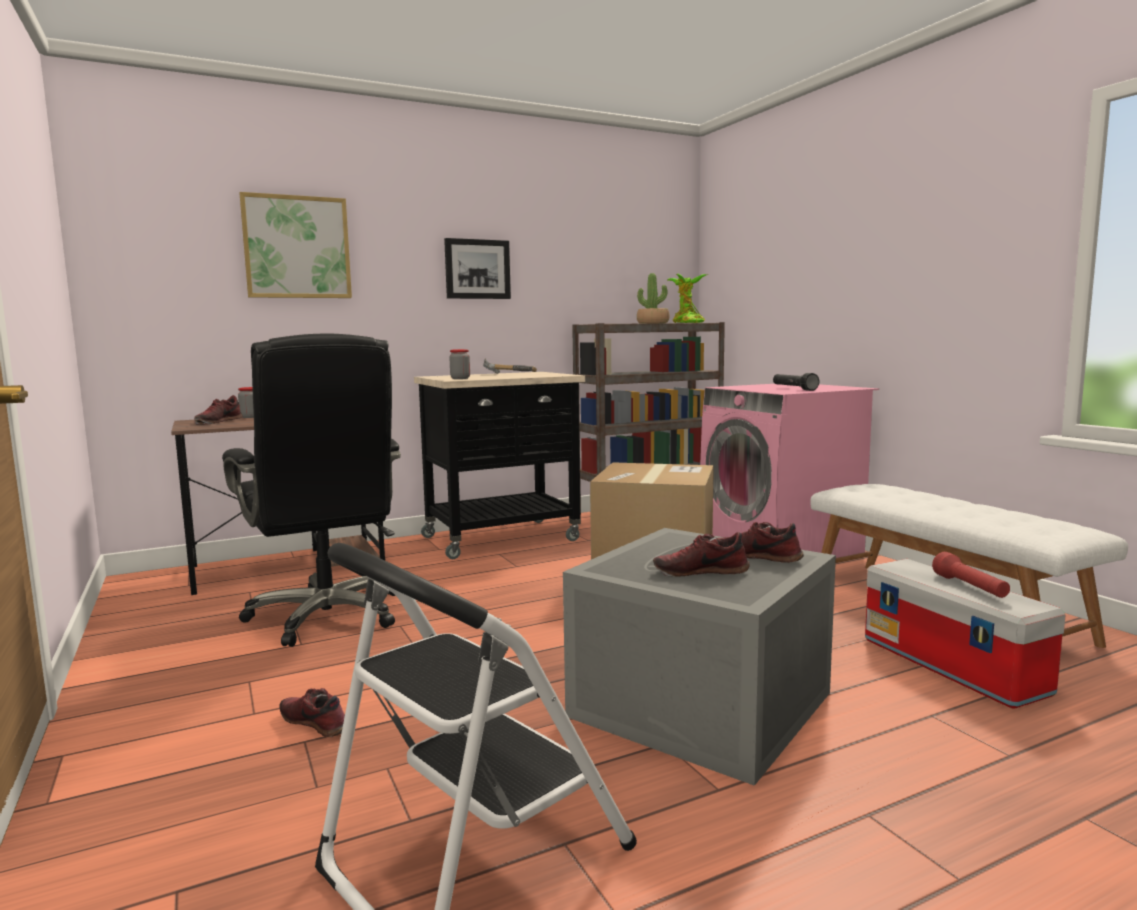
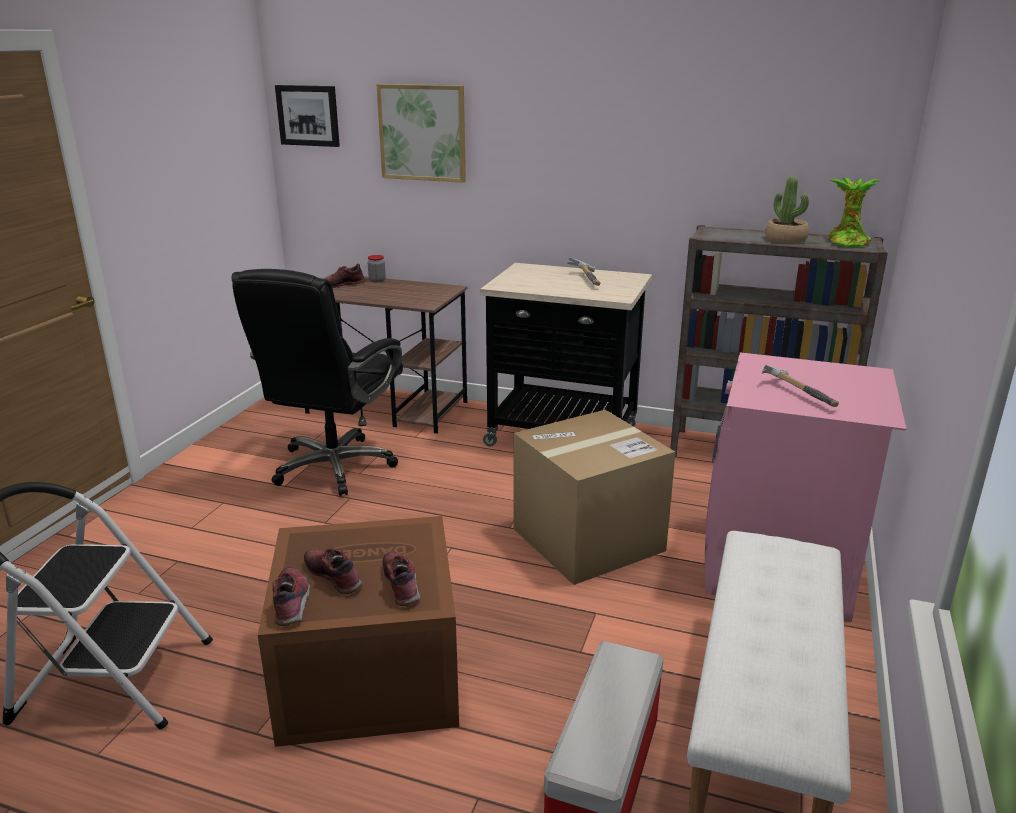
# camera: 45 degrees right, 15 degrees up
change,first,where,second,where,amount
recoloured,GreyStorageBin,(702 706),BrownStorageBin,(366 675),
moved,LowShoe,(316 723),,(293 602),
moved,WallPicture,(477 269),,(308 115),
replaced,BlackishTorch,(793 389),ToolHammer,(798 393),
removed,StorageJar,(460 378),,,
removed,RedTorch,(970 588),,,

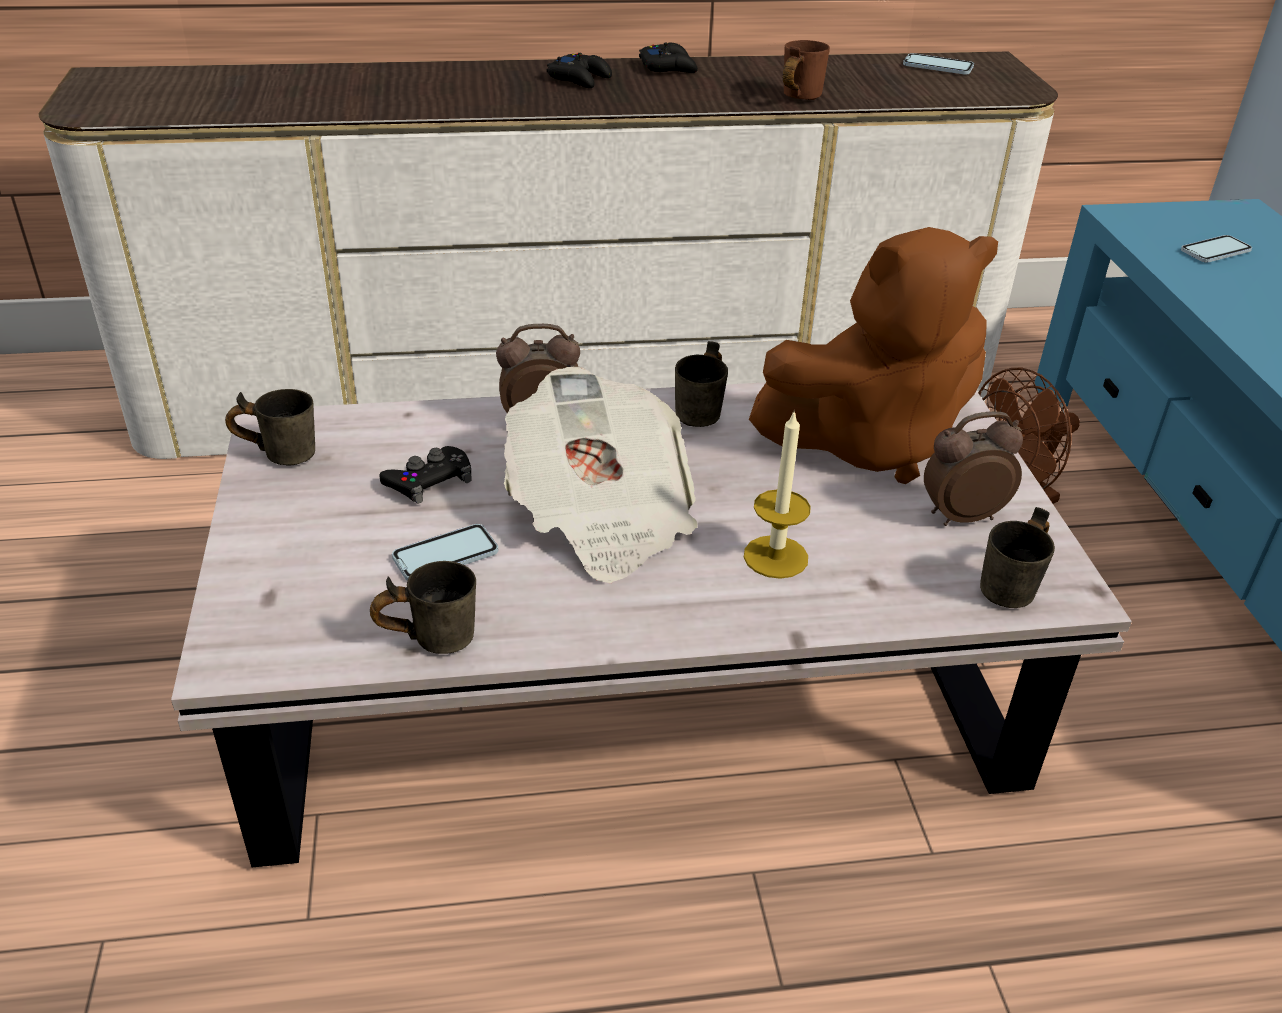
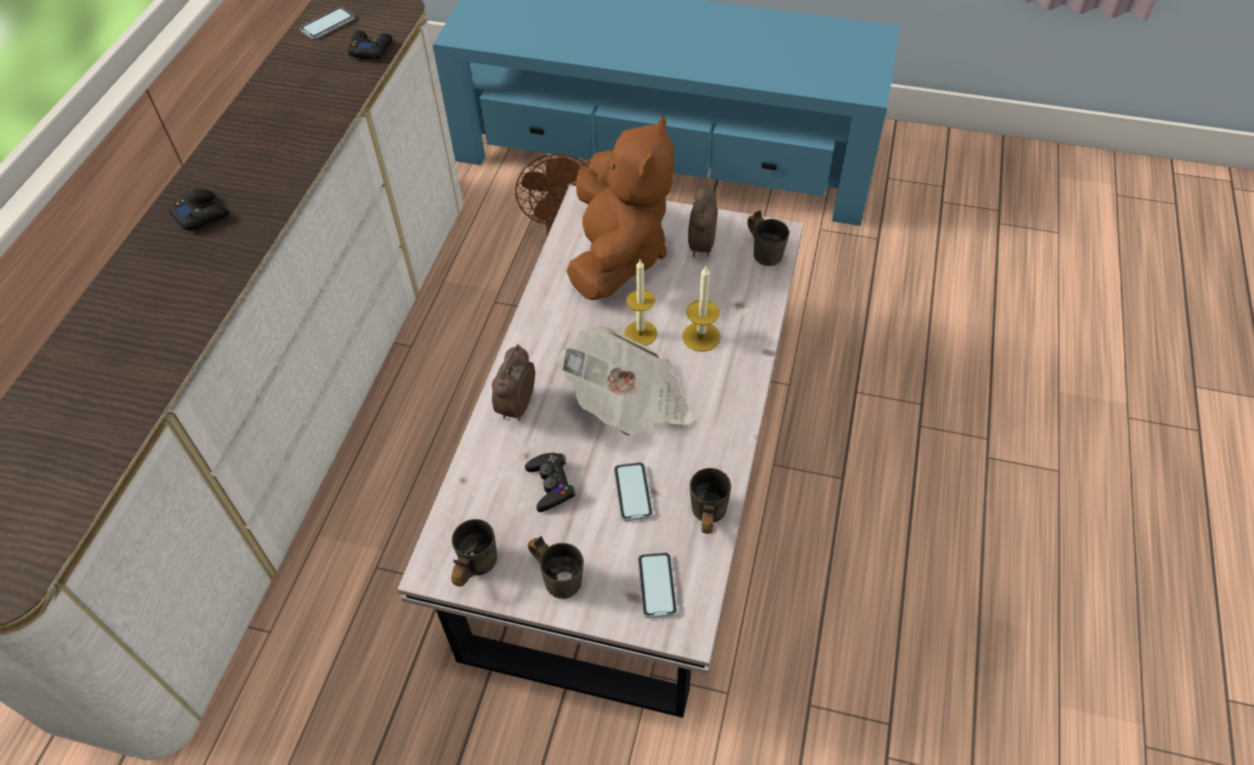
# camera: 65 degrees left, 15 degrees up
change,first,where,second,where,amount
moved,BlackishGamepad,(668 67),,(370 49),
moved,GreyTeaMug,(706 413),,(560 575),
added,,,WaxCandle,(640 333),
moved,Telephone,(1215 251),,(657 586),
removed,BrownTeaMug,(794 98),,,

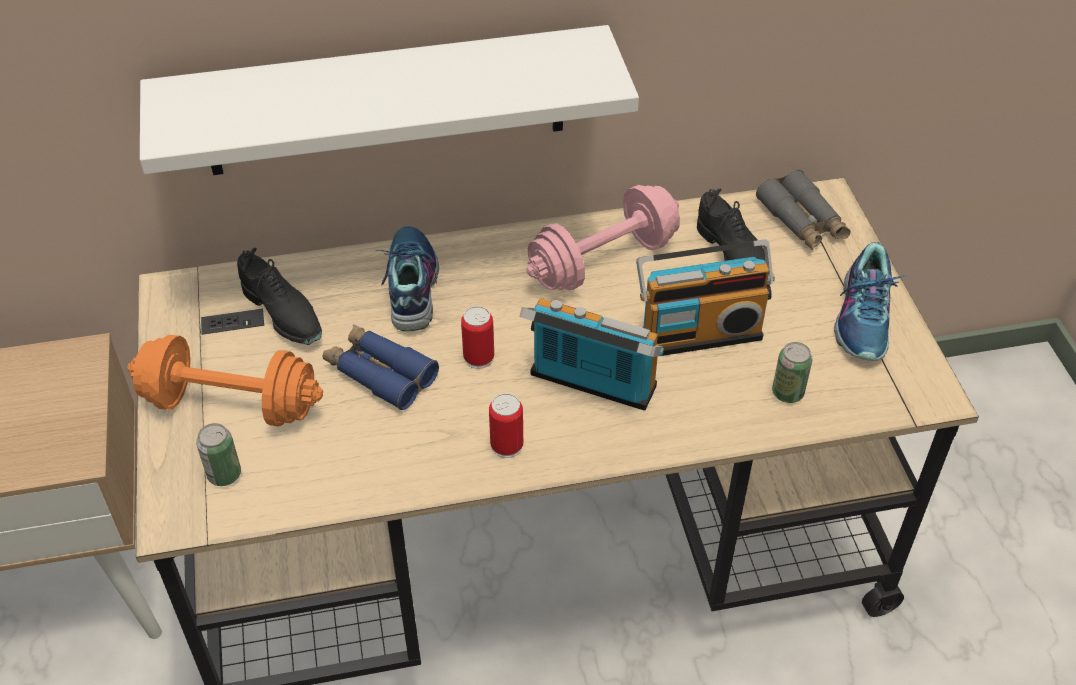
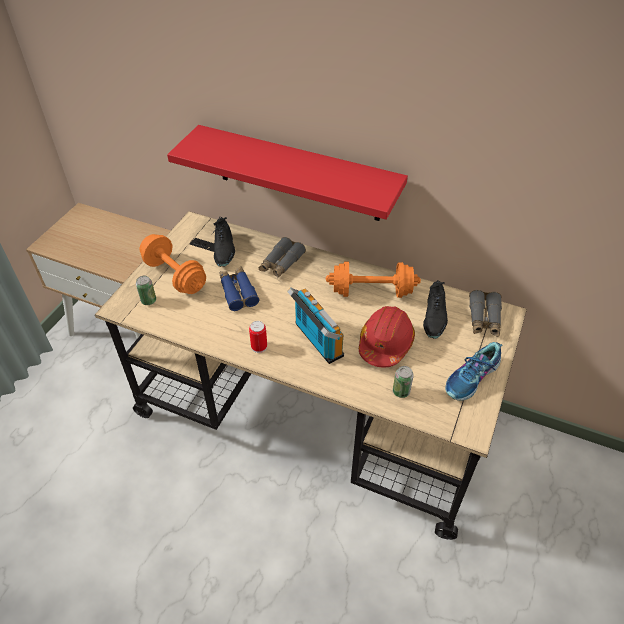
# camera: 35 degrees right, 0 degrees up
change,first,where,second,where,amount
recoloured,WhiteColouredBracketShelf,(385 102),RedBracketShelf,(298 174),
replaced,LowShoe,(410 286),GreyFieldGlasses,(281 263),
recoloured,PinkFreeWeight,(603 261),OrangeyFreeWeight,(371 291),
replaced,RadioSet,(699 332),RedWorkHelmet,(385 343),
removed,SealedCan,(479 357),,,

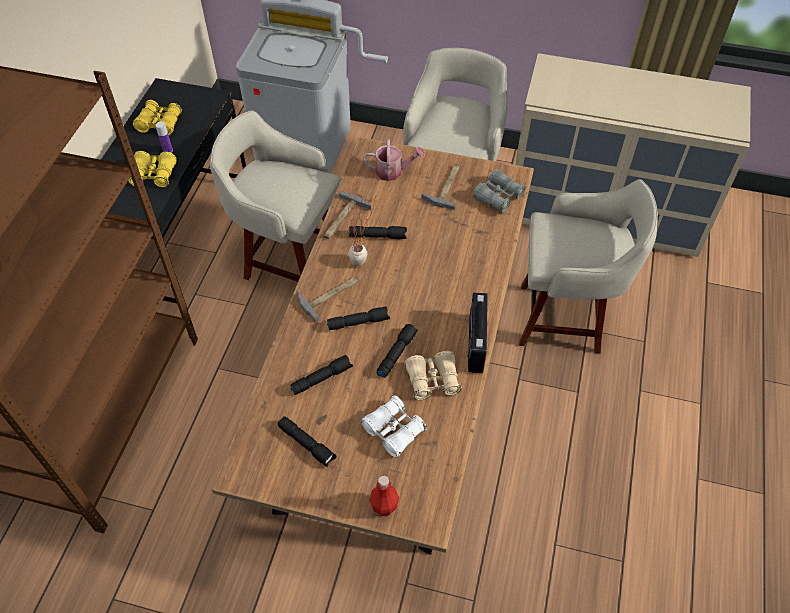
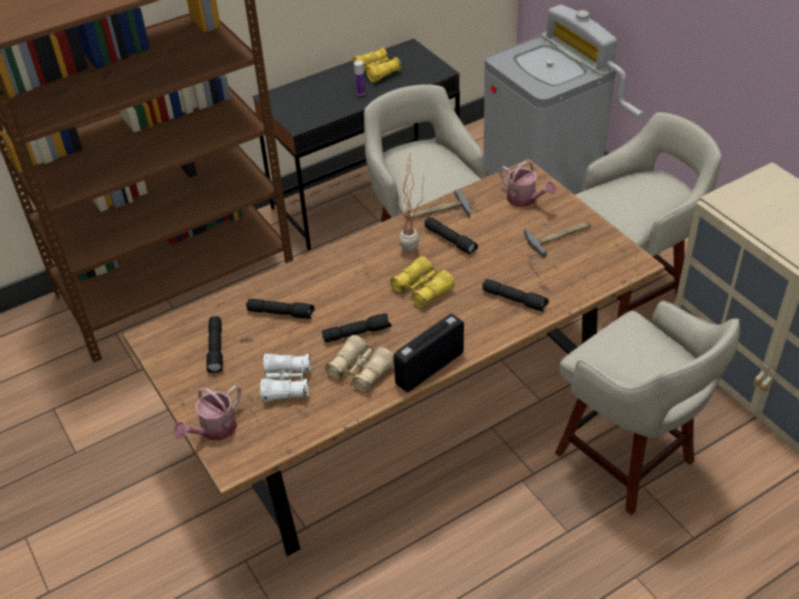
# camera: 45 degrees right, 10 degrees down
change,first,where,second,where,amount
replaced,RedBottle,(384 507),SprinklingCan,(214 430),
moved,YellowColouredFieldGlasses,(154 175),,(422 289),
moved,BlackishTorch,(359 322),,(515 299),
removed,ToolHammer,(330 294),,,
removed,GreyFieldGlasses,(498 197),,,

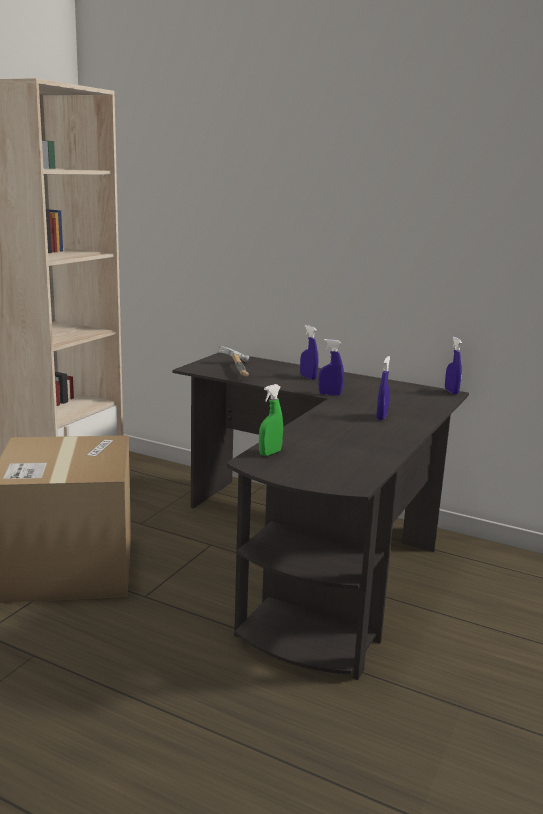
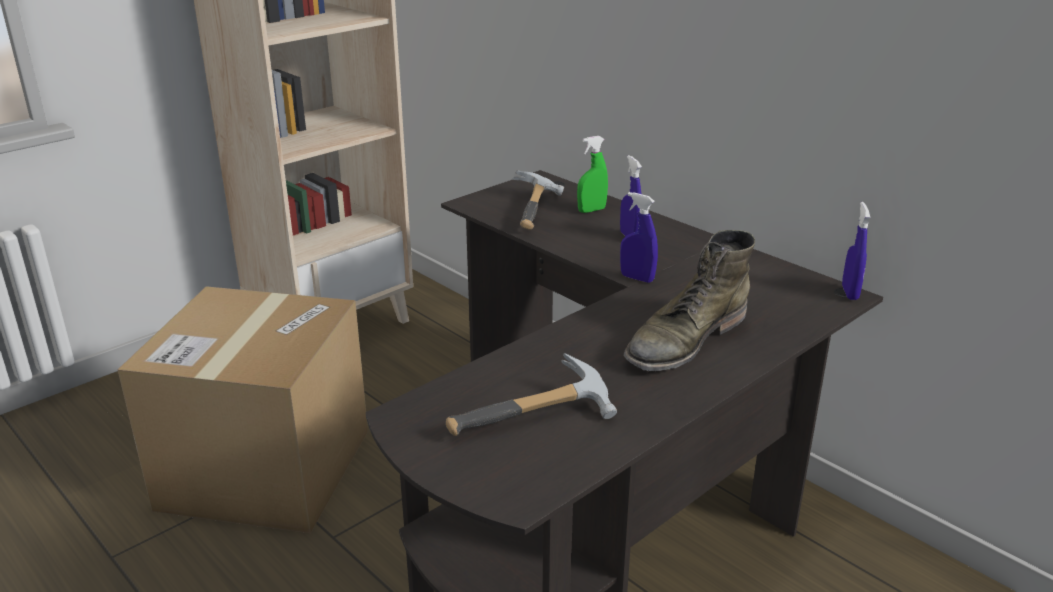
# camera: 20 degrees right, 10 degrees up
change,first,where,second,where,amount
added,,,ToolHammer,(537 421),
moved,GreenColouredSprayBottle,(270 453),,(591 210),
replaced,BlueColouredSprayBottle,(381 417),GreenColouredHighTopBoot,(685 340),

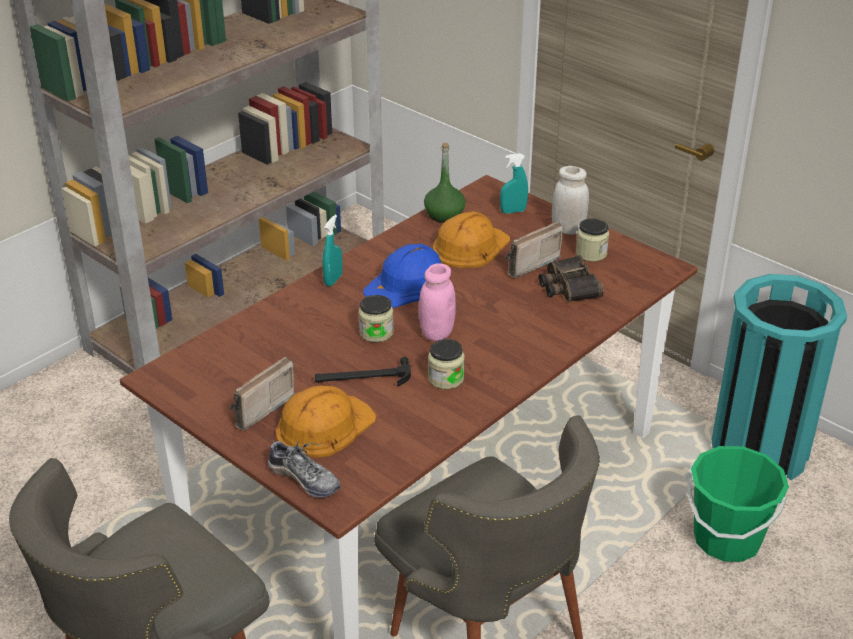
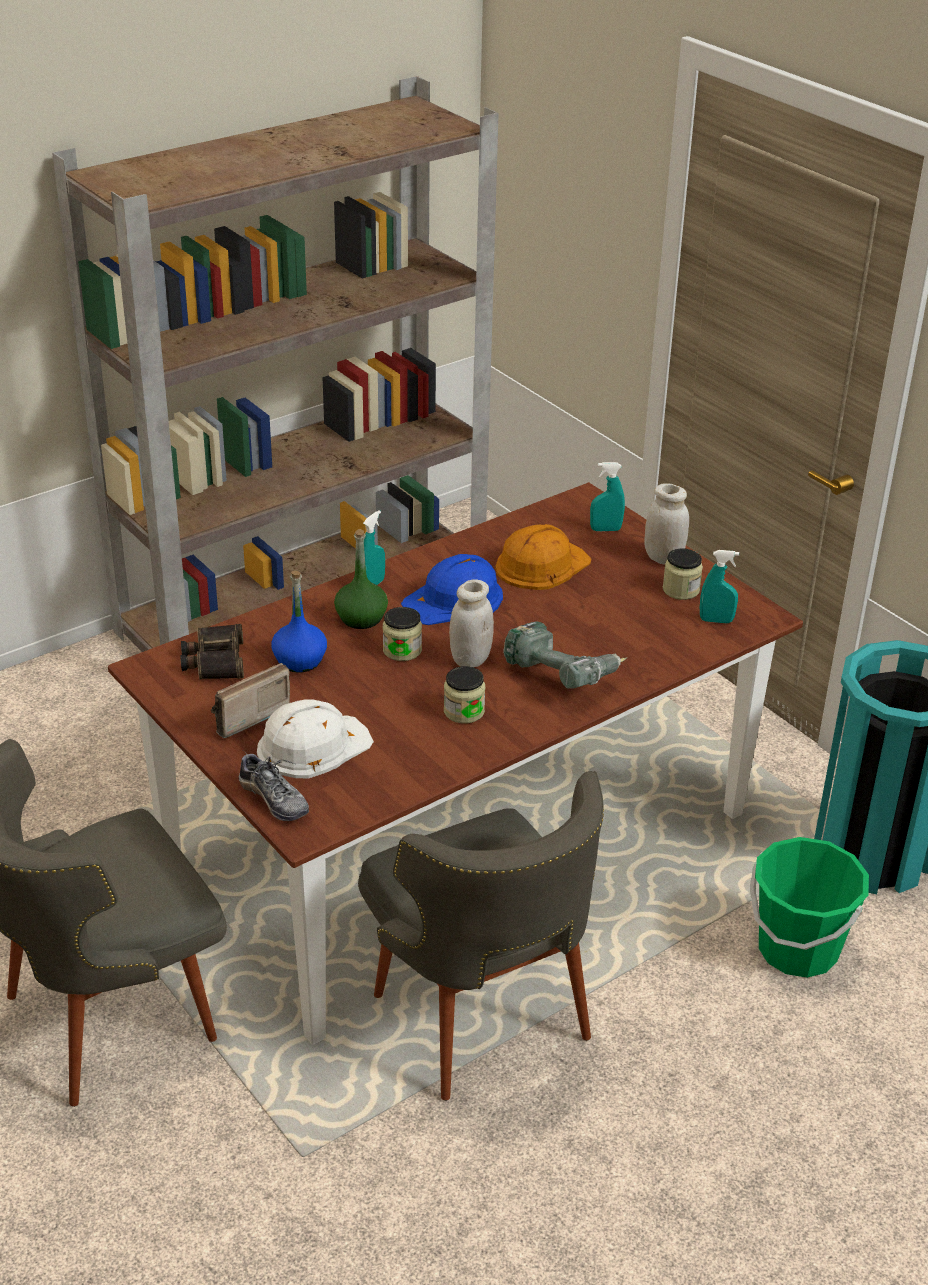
# camera: 10 degrees right, 0 degrees up
change,first,where,second,where,amount
moved,FieldGlasses,(568 286),,(214 660),
recoloured,OrangeyWorkHelmet,(324 426),WhiteColouredWorkHelmet,(312 745),
added,,,BlueColouredBottle,(300 660),
moved,GreenColouredBottle,(444 215),,(361 618),
recoloured,PinkStorageJar,(437 333),WhiteColouredStorageJar,(470 659),
added,,,ElectricDrill,(563 674),
added,,,TurquoiseColouredSprayBottle,(716 620),
removed,ToolHammer,(363 378),,,
removed,RadioSet,(526 264),,,

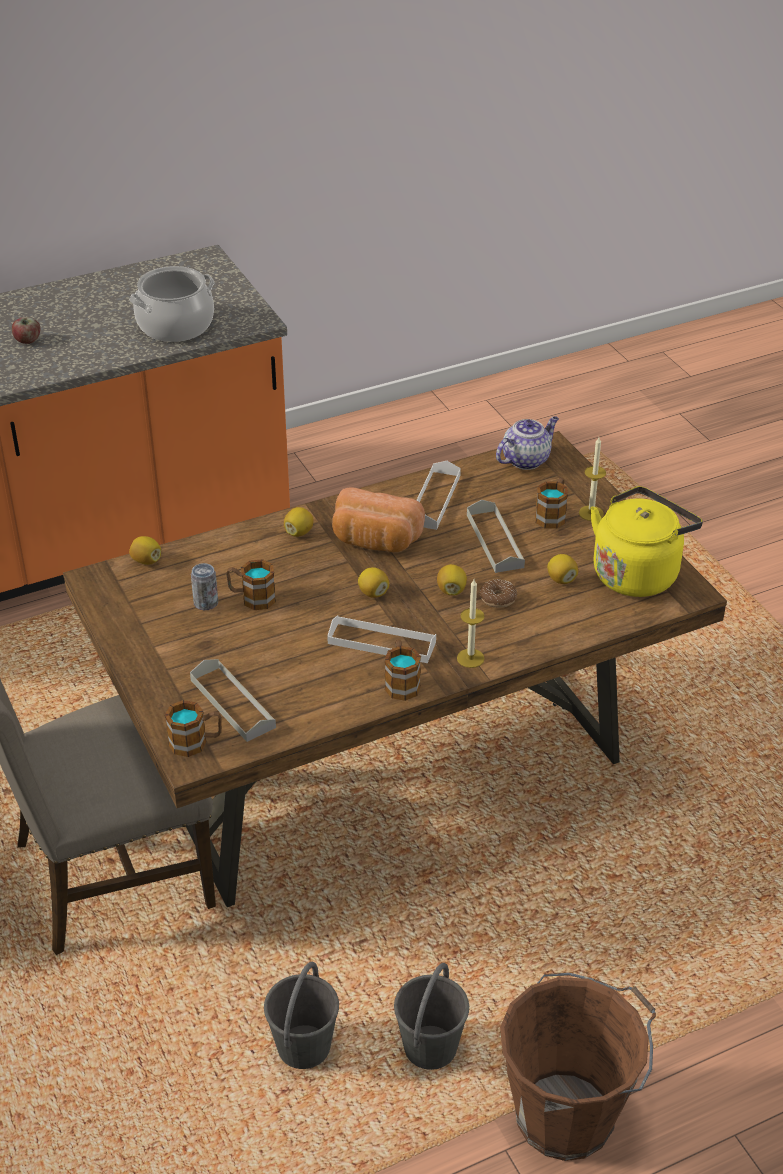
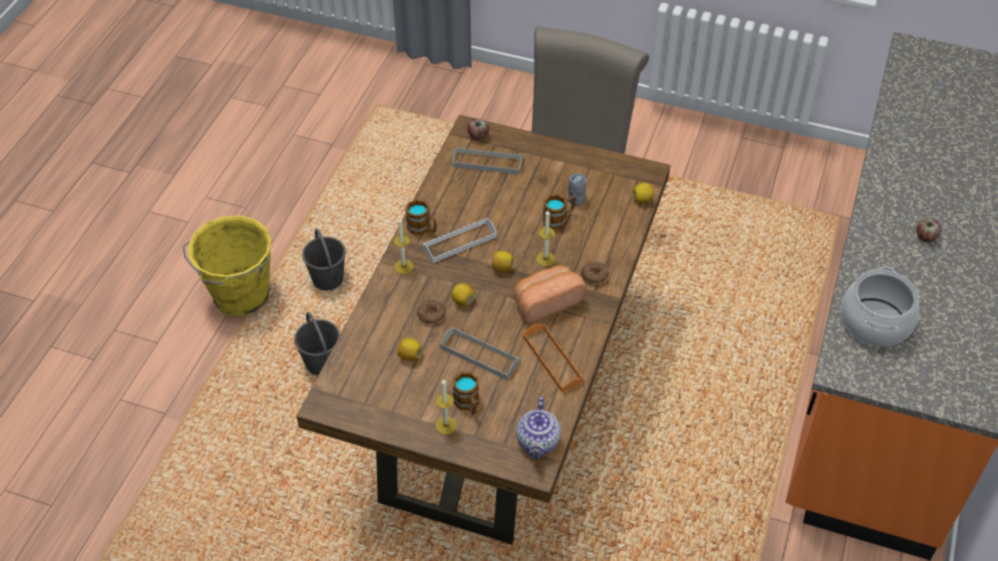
# camera: 135 degrees right, 10 degrees up
change,first,where,second,where,amount
recoloured,BrownPail,(568 1114),YellowColouredPail,(240 298),
moved,GreyPail,(304 1047),,(322 364),
replaced,TeaMug,(196 742),AppleFruit,(478 136),
recoloured,WhiteColouredTray,(434 499),OrangeyTray,(552 360),
added,,,WaxCandle,(545 259),
replaced,CitrusFruit,(299 532),RingDoughnut,(594 276),
removed,YellowColouredKettle,(638 573),,,

